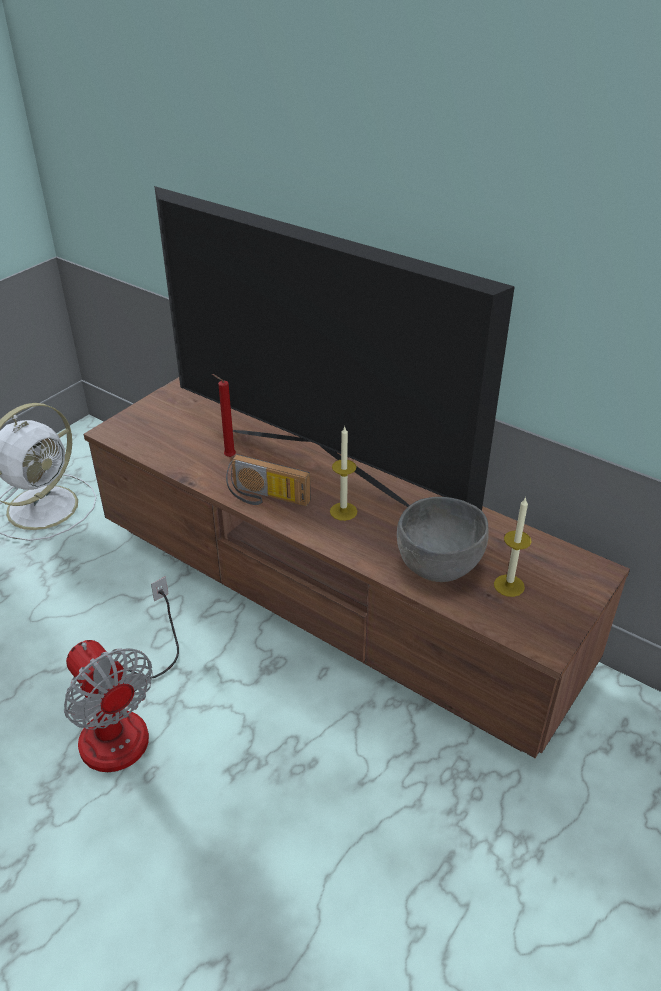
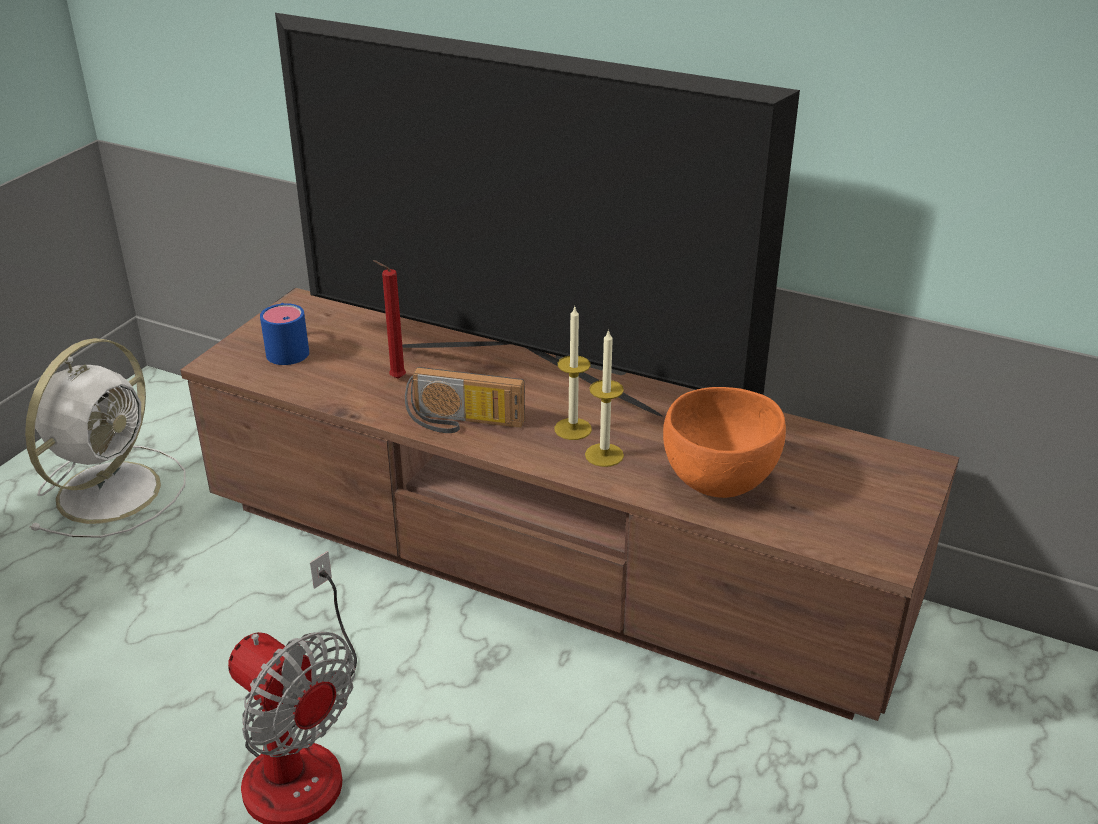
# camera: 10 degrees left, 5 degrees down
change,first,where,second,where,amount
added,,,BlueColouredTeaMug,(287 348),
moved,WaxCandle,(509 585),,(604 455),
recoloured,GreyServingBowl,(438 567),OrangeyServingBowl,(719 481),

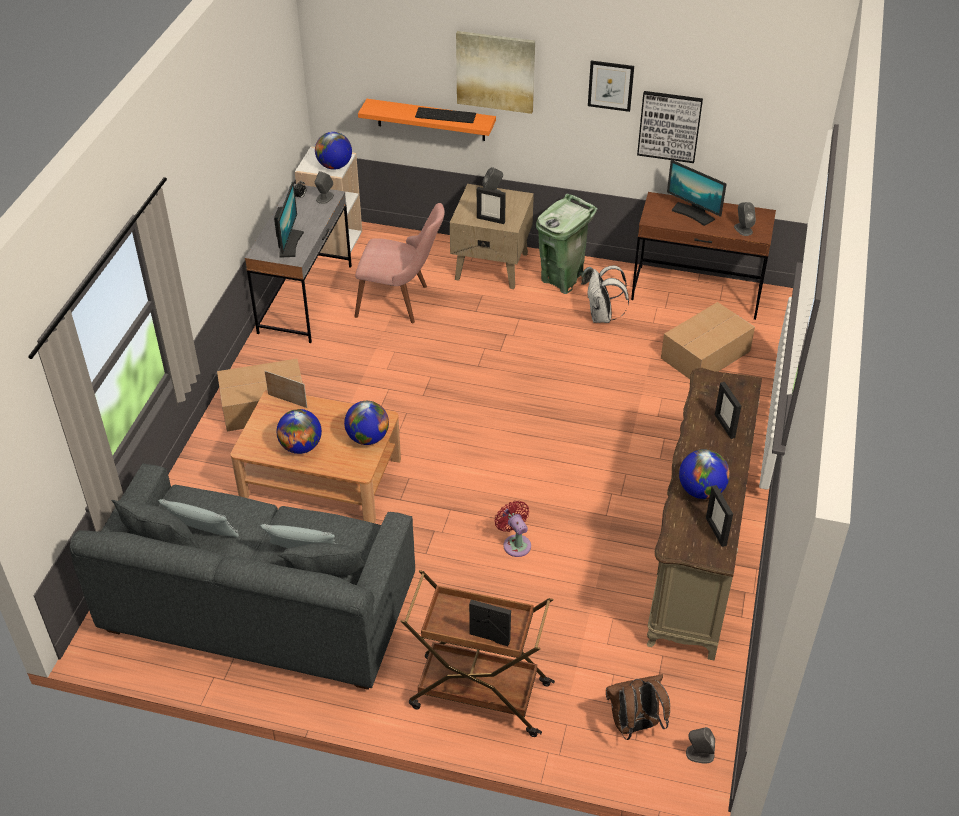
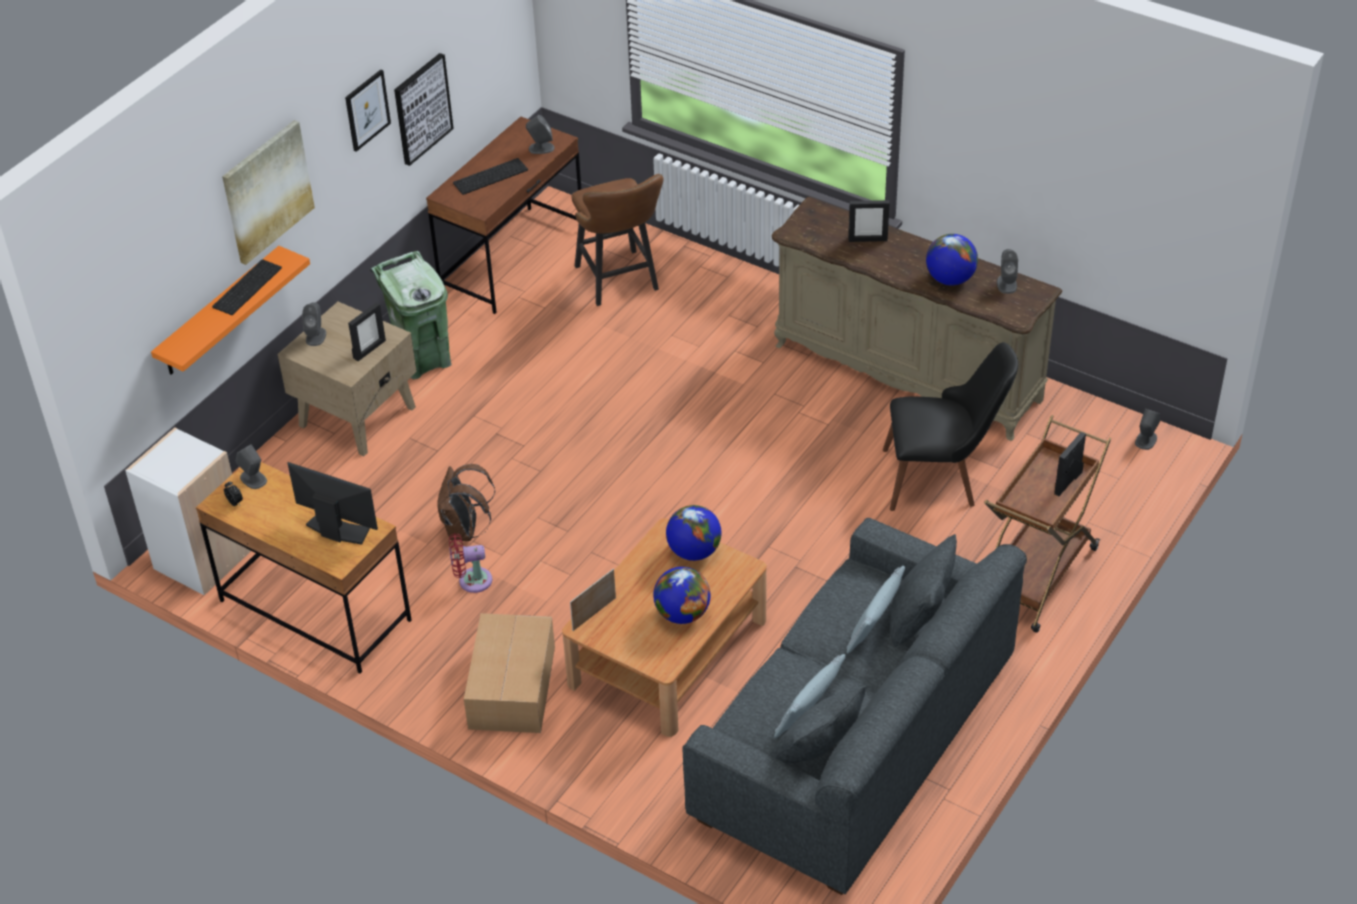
# camera: 70 degrees left, 0 degrees up
change,first,where,second,where,amount
recoloured,GreyDeskUnit,(305 299),BrownDeskUnit,(315 610),
moved,BrownKnapsack,(634 725),,(465 531),
moved,RedCoolingFan,(515 543),,(471 580),
replaced,ComputerScreen,(693 214),PcKeyboard,(490 175),
replaced,PackingBox,(704 355),BrownStoolSeat,(620 284),
added,,,BlackishChair,(943 477),
replaced,PhotoFrame,(716 531),GreyAudioSpeaker,(1006 284),
removed,DeskGlobe,(334 166),,,
removed,PinkChair,(402 301),,,
removed,WhiteColouredKnapsack,(602 317),,,

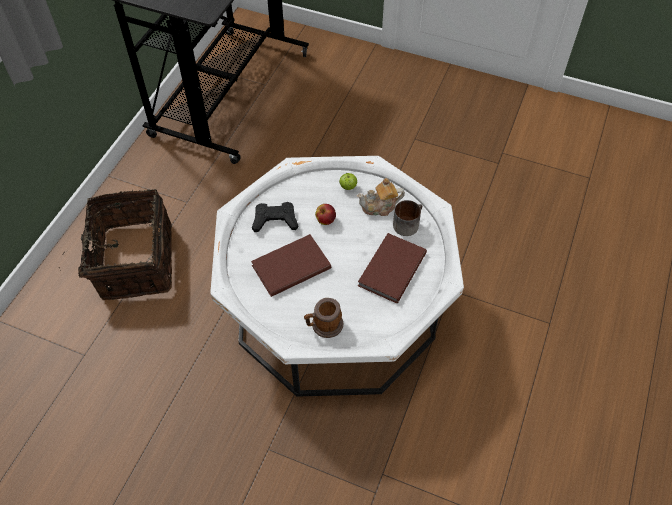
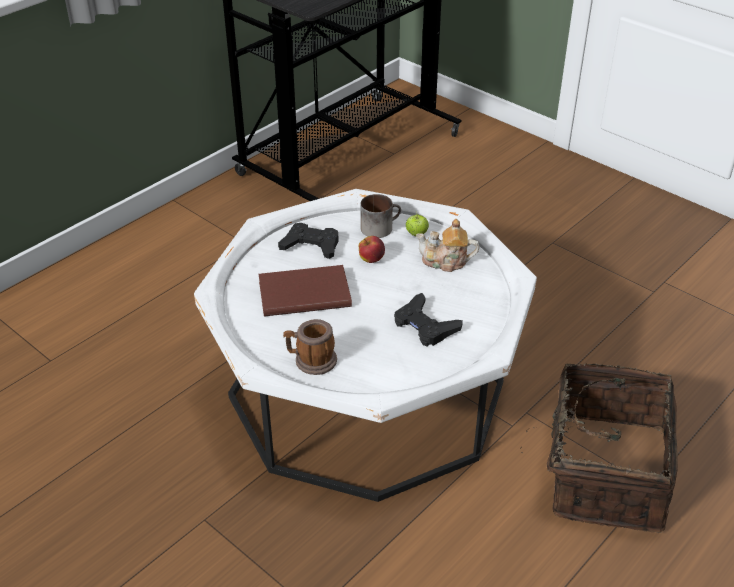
# camera: 20 degrees right, 15 degrees down
change,first,where,second,where,amount
moved,TeaMug,(407 223),,(380 227),
replaced,BrownBoundBook,(390 269),BlackishGamepad,(425 326),
moved,HouseholdBasket,(133 261),,(603 473),

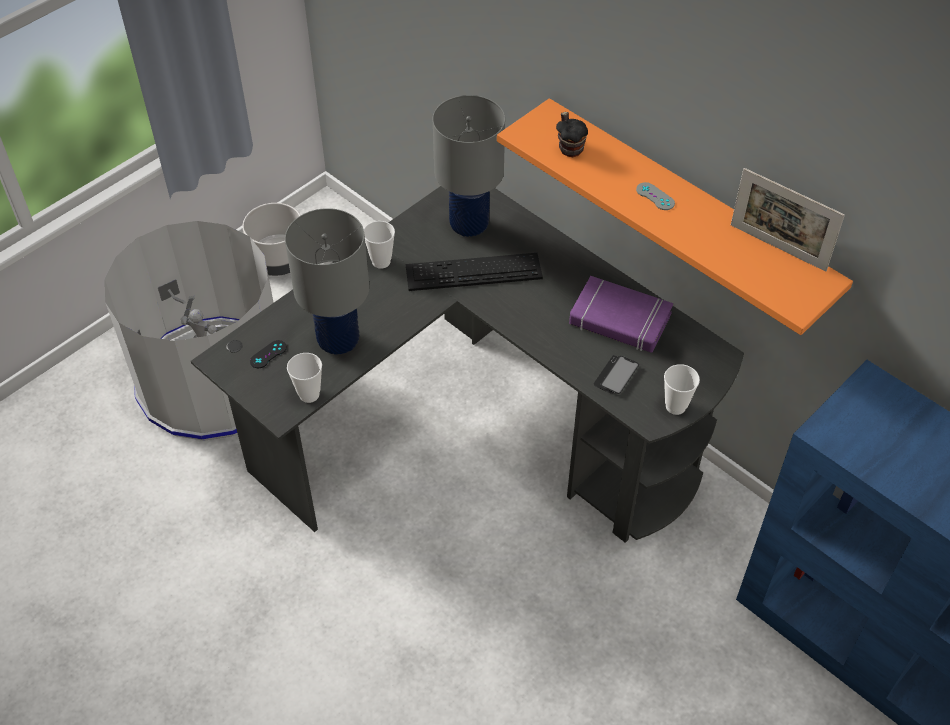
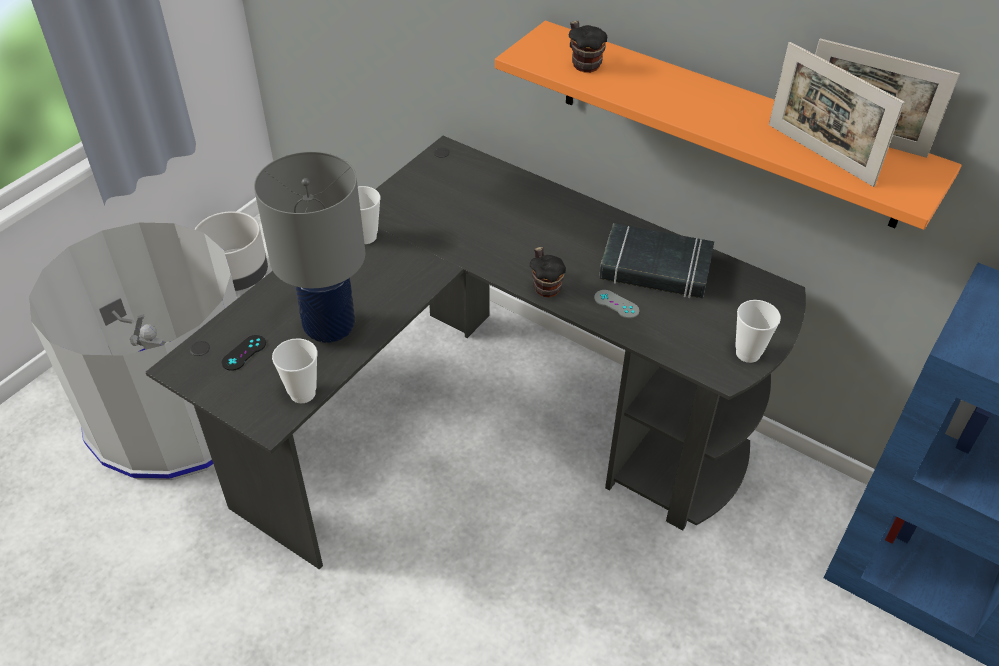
# camera: 10 degrees left, 5 degrees down
change,first,where,second,where,amount
added,,,TeaMug,(545 285),
moved,GreyGamepad,(655 196),,(616 304),
recoloured,PurpleColouredBoundBook,(619 320),BlackishBoundBook,(655 268),
added,,,PhotoFrame,(819 154),
removed,PcKeyboard,(473 272),,,
removed,GreyTabletopLamp,(469 226),,,
removed,Telephone,(616 375),,,

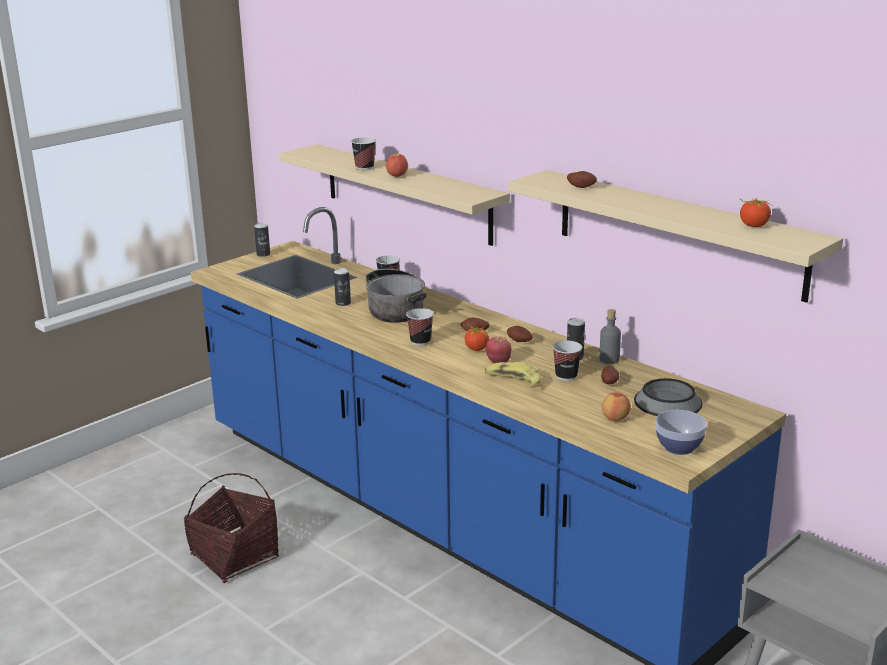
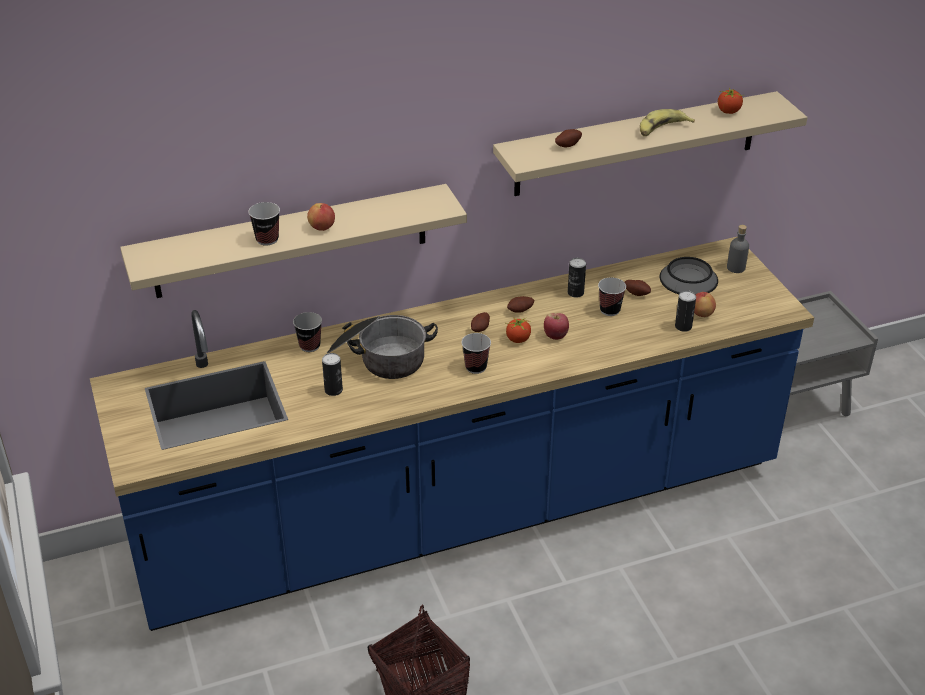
# camera: 65 degrees left, 15 degrees up
change,first,where,second,where,amount
moved,BananaFruit,(513 381),,(662 129),
moved,SealedCan,(263 254),,(683 326),
moved,GreyBottle,(609 359),,(736 268),
removed,ServingBowl,(679 447),,,

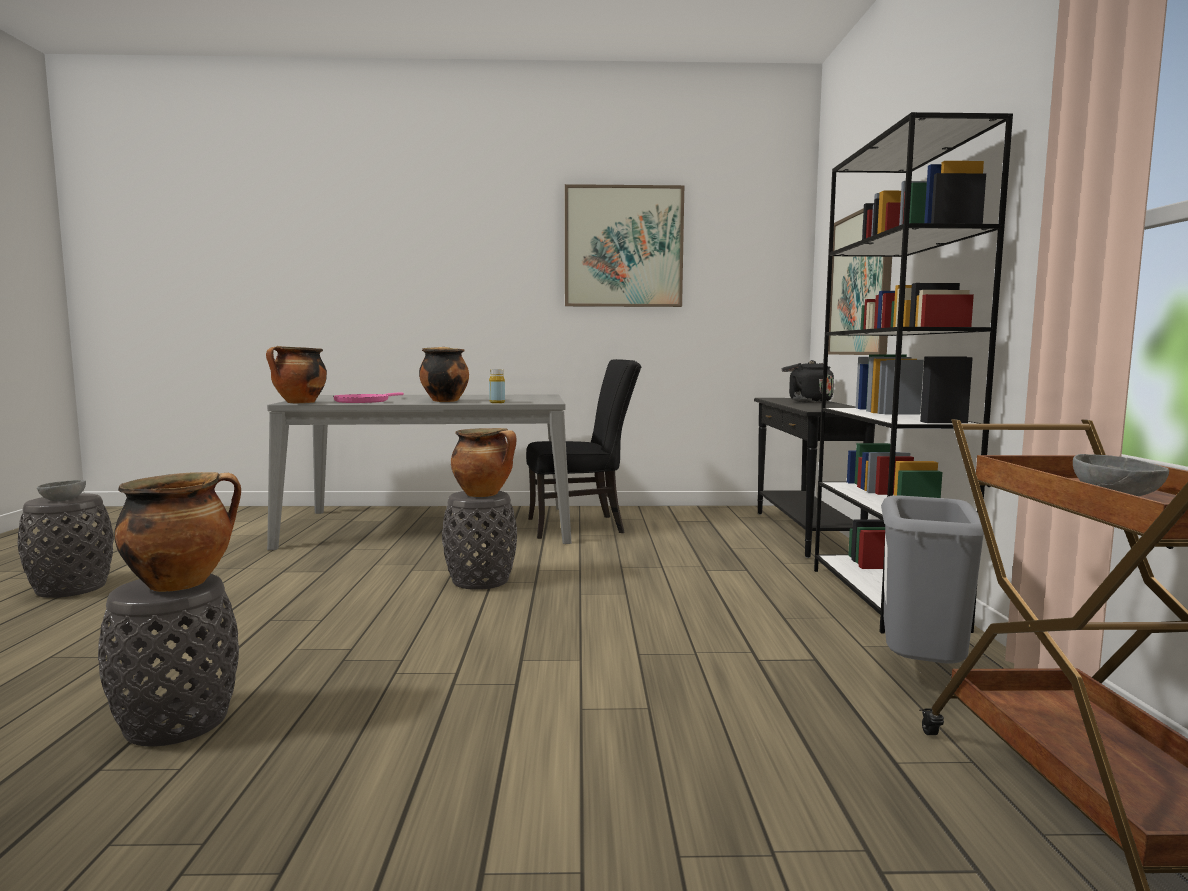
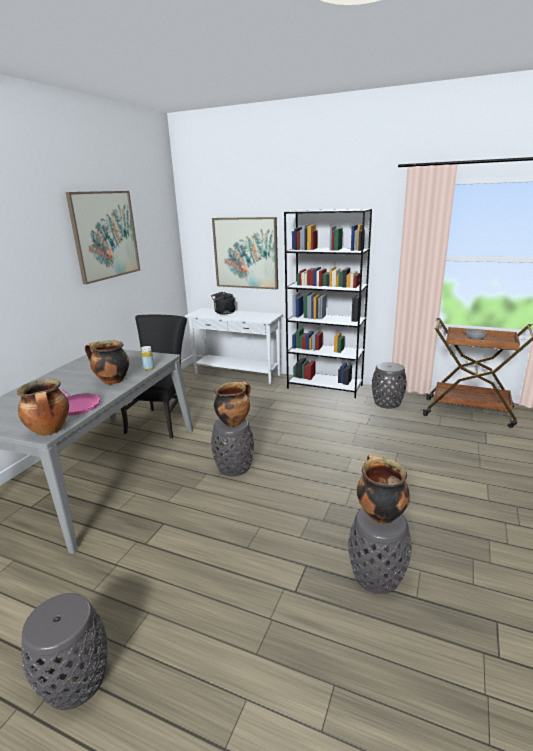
# camera: 65 degrees left, 15 degrees up
change,first,where,second,where,amount
recoloured,BlackishHallTable,(806 533),WhiteColouredHallTable,(238 374),
replaced,GreyRubbishBin,(918 672),GreyStoolSeat,(387 403),
removed,GreyServingBowl,(62 500),,,

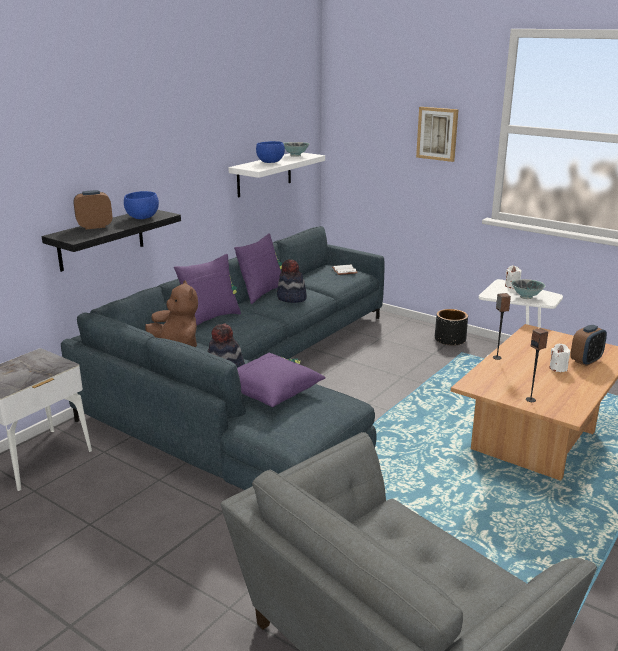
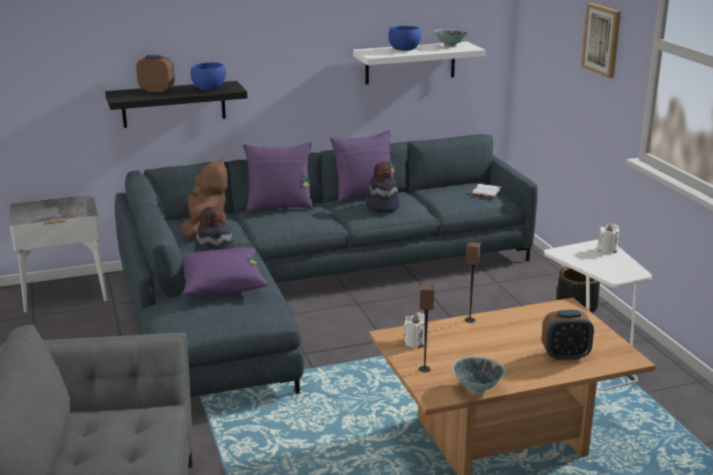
# camera: 35 degrees right, 0 degrees up
change,first,where,second,where,amount
moved,WhiteColouredWaxCandle,(558 368),,(415 342),
moved,ServingBowl,(526 297),,(477 389),

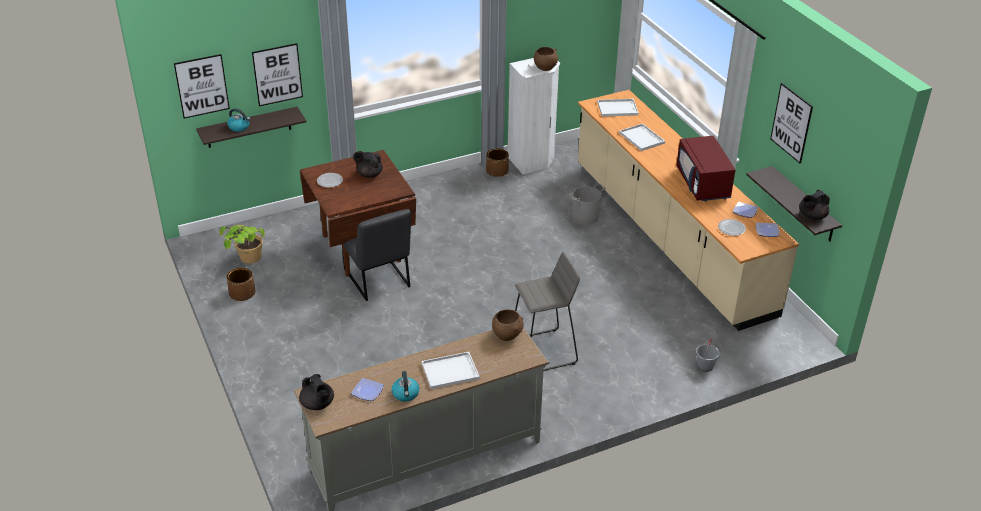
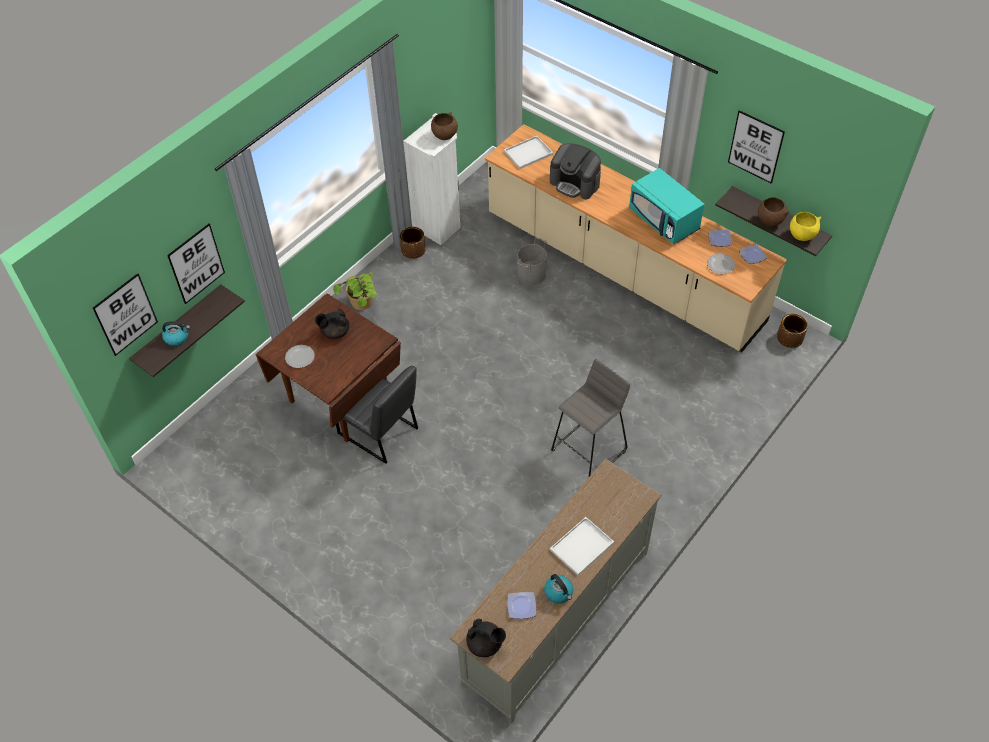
# camera: 25 degrees left, 15 degrees up
change,first,where,second,where,amount
moved,PottedPlant,(245 263),,(363 311),
replaced,WhiteColouredTray,(642 138),CoffeeBrewer,(575 183),
recoloured,RedMicrowave,(703 184),TurquoiseColouredMicrowave,(664 220),
moved,BrownServingBowl,(507 335),,(770 220),
moved,BrownFlowerPot,(242 293),,(789 338),
replaced,BlackishPotForTea,(811 216),YellowColouredServingBowl,(801 235),
removed,GreyPail,(705 366),,,

